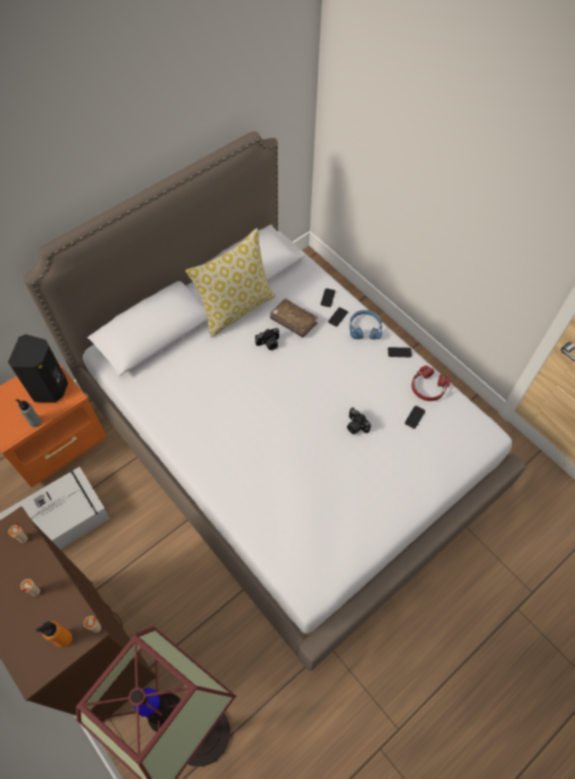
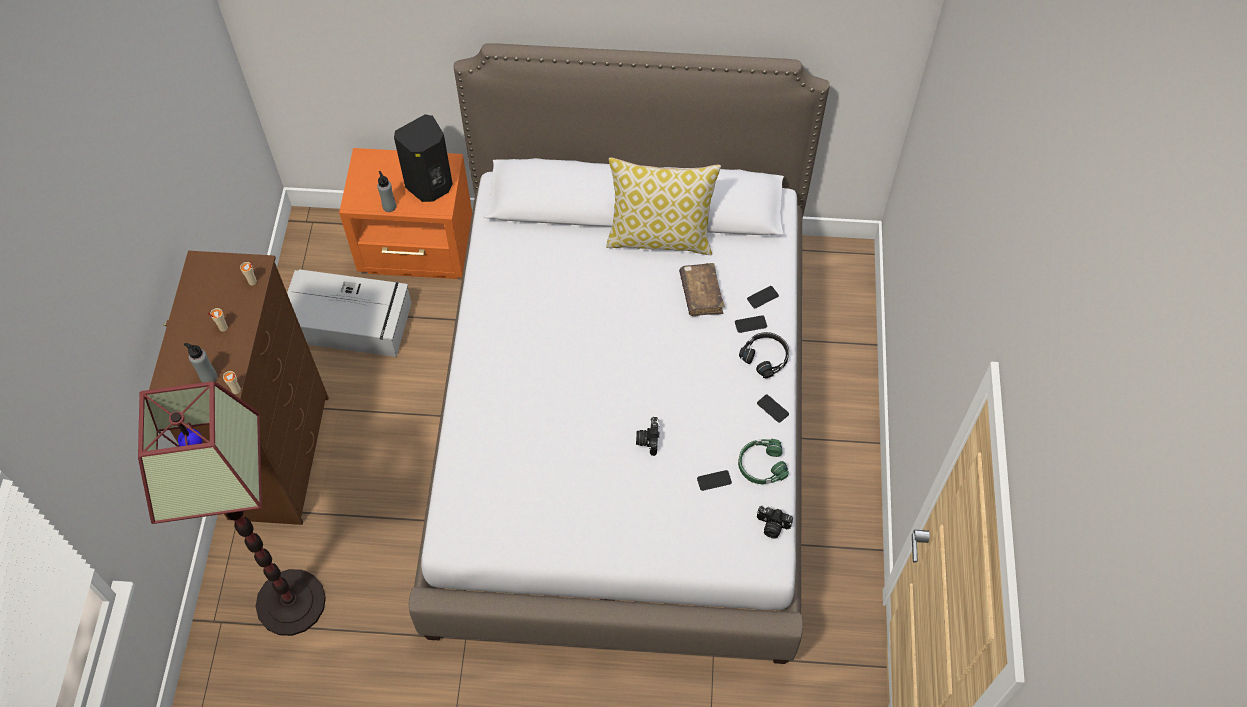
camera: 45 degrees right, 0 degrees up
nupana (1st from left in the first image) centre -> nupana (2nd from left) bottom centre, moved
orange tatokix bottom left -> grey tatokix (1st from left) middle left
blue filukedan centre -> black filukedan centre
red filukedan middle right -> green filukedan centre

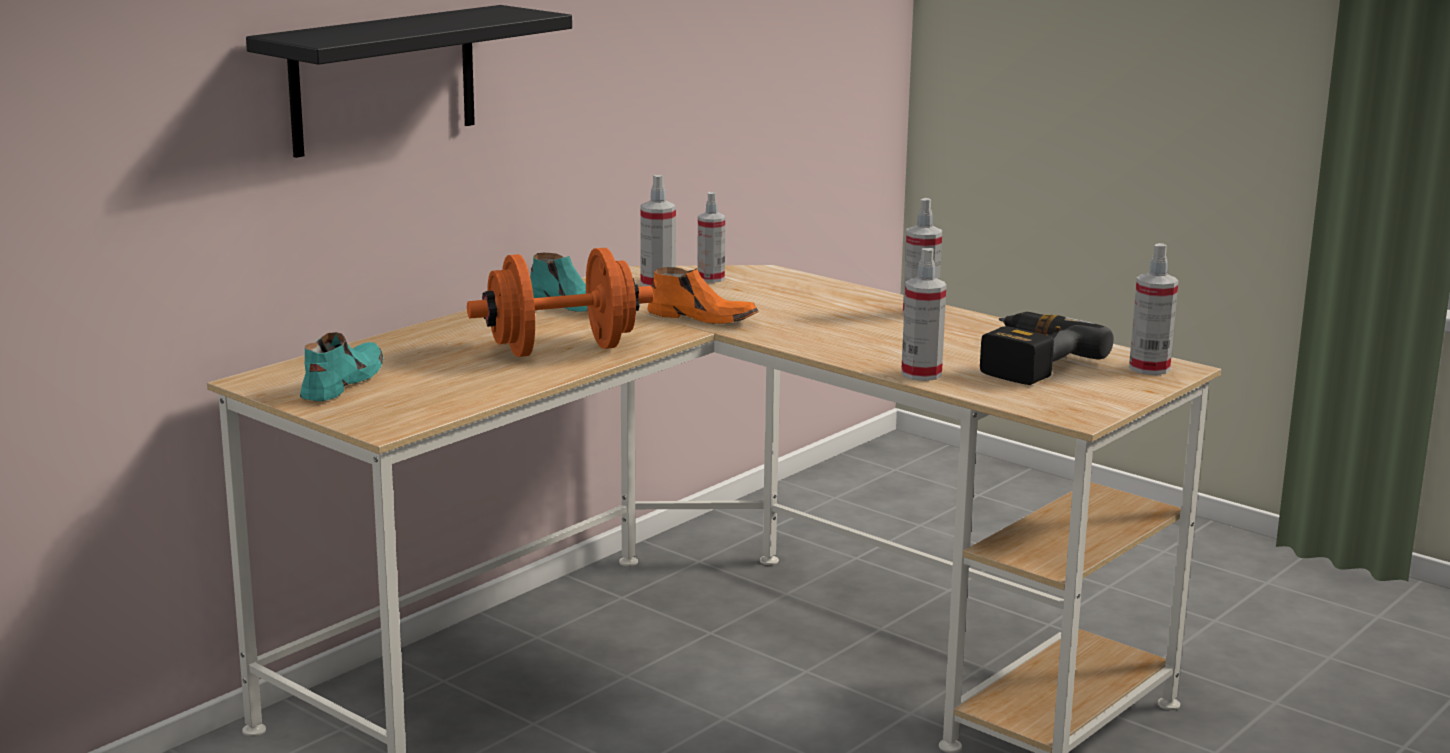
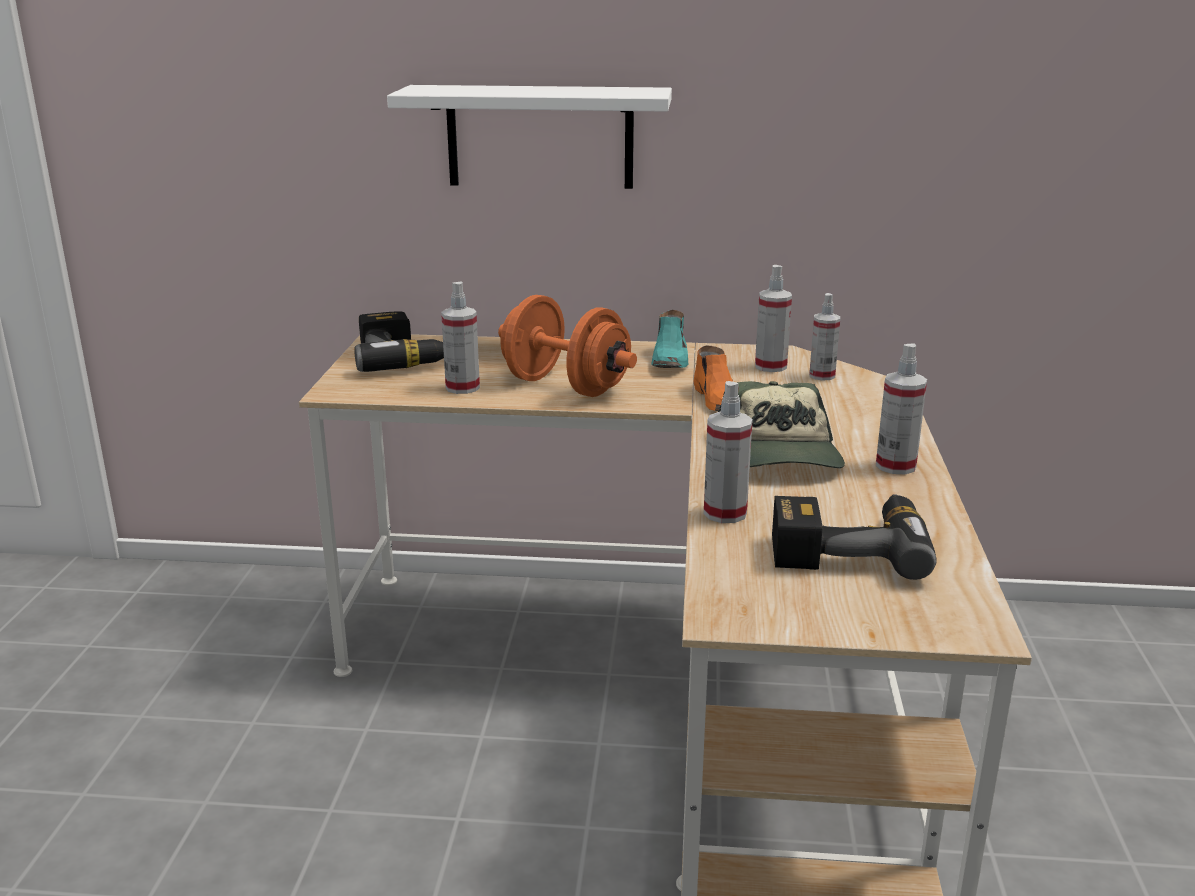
camera: 55 degrees right, 5 degrees up
none -> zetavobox centre
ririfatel (5th from left in the first image) middle right -> ririfatel (1st from left) centre, moved
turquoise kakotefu (1st from left) middle left -> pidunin (1st from left) centre
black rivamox top left -> white rivamox top centre

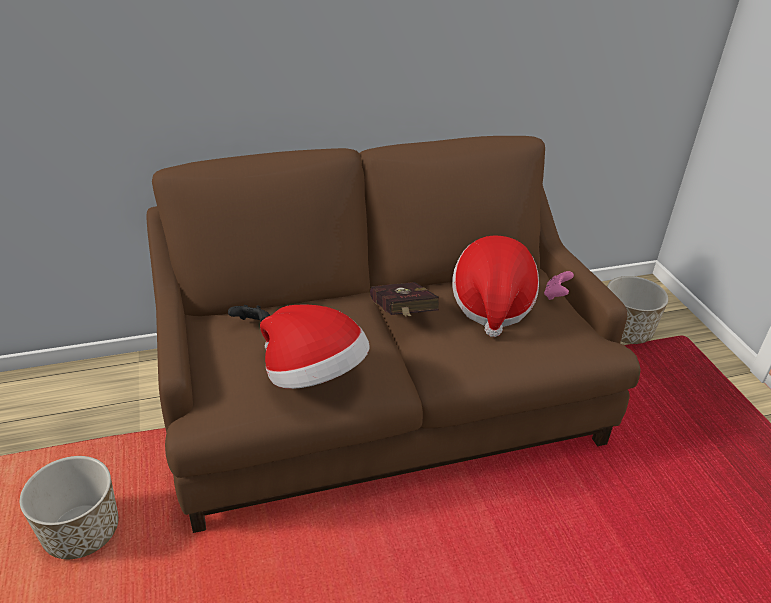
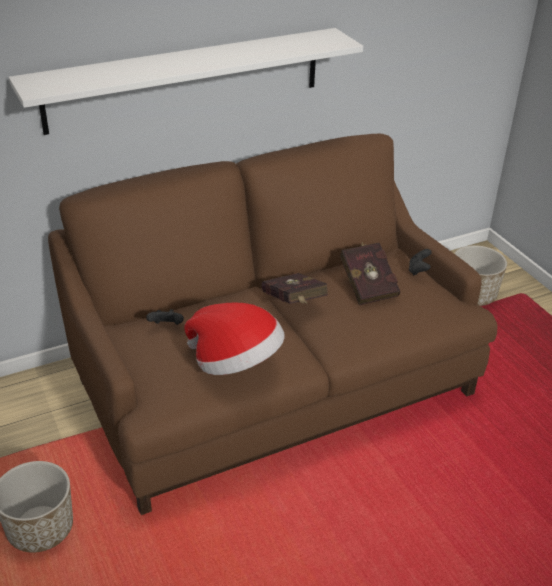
camera: 10 degrees left, 0 degrees up
none -> white rivamox top centre
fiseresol (2nd from left) centre -> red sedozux (2nd from left) middle right
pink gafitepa middle right -> black gafitepa (2nd from left) middle right

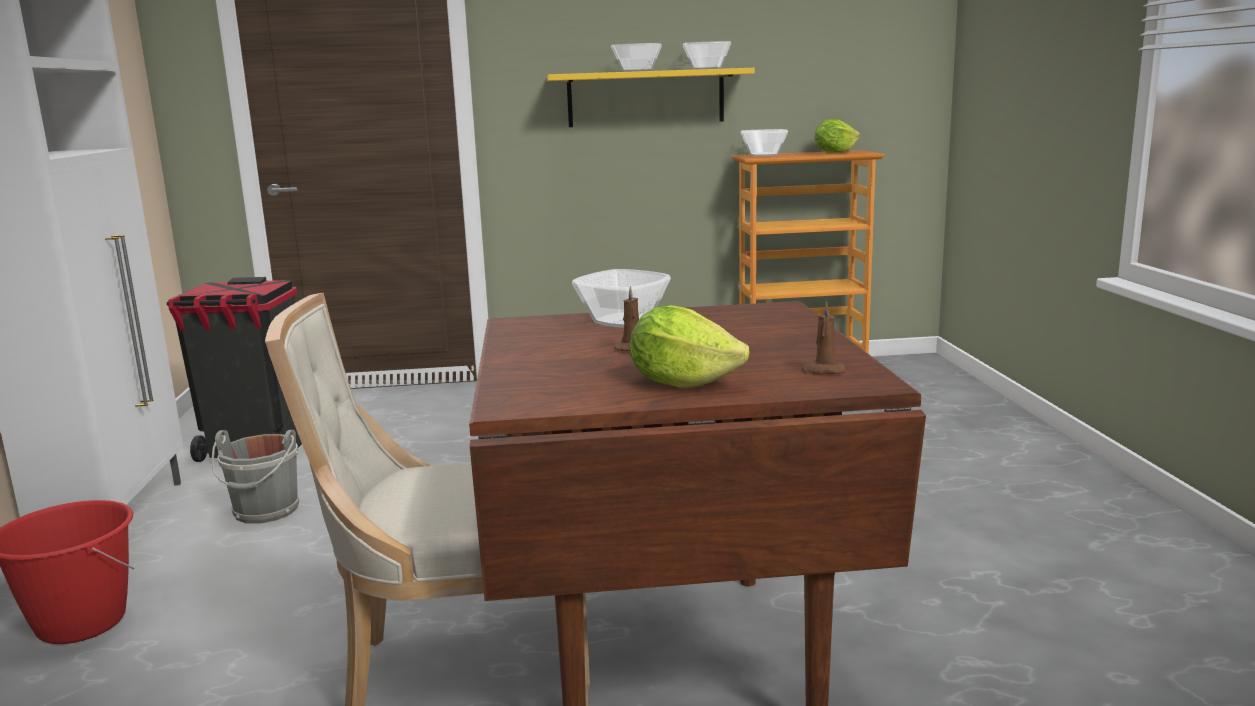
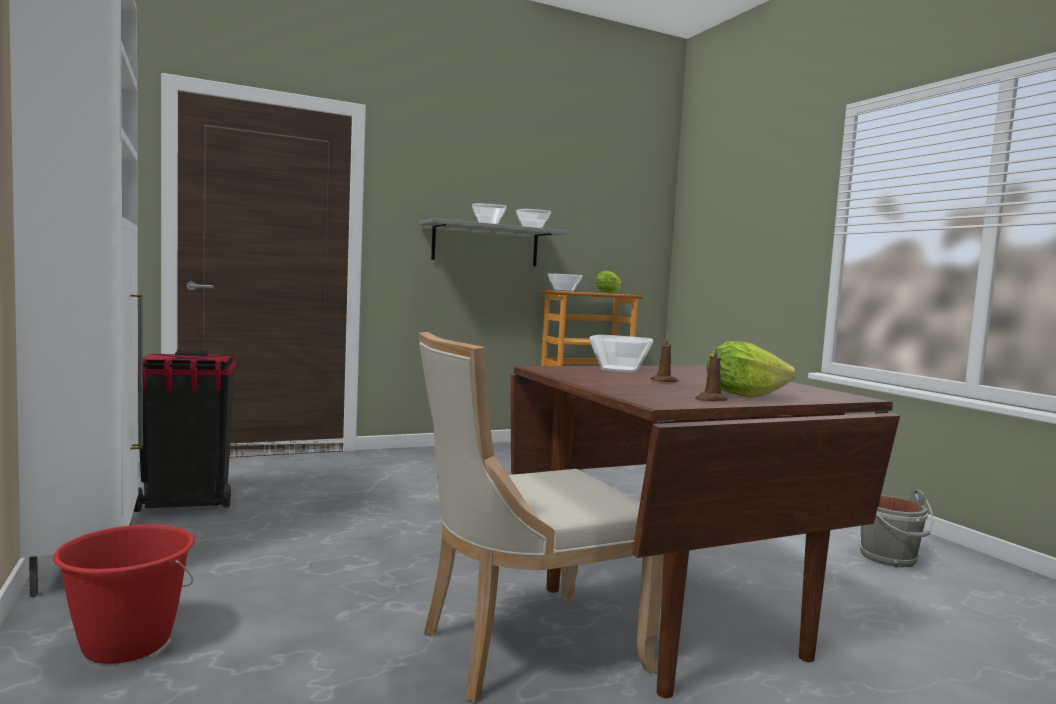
camera: 20 degrees left, 10 degrees down
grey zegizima bottom left -> grey zegizima bottom right, moved
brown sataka (2nd from left) centre -> brown sataka (2nd from left) middle right, moved
yellow rivamox top centre -> grey rivamox centre

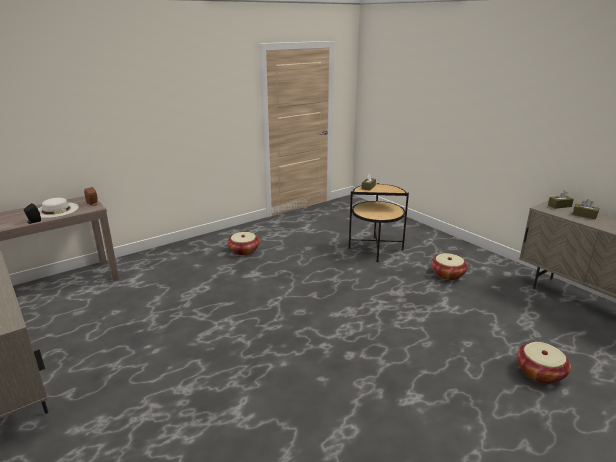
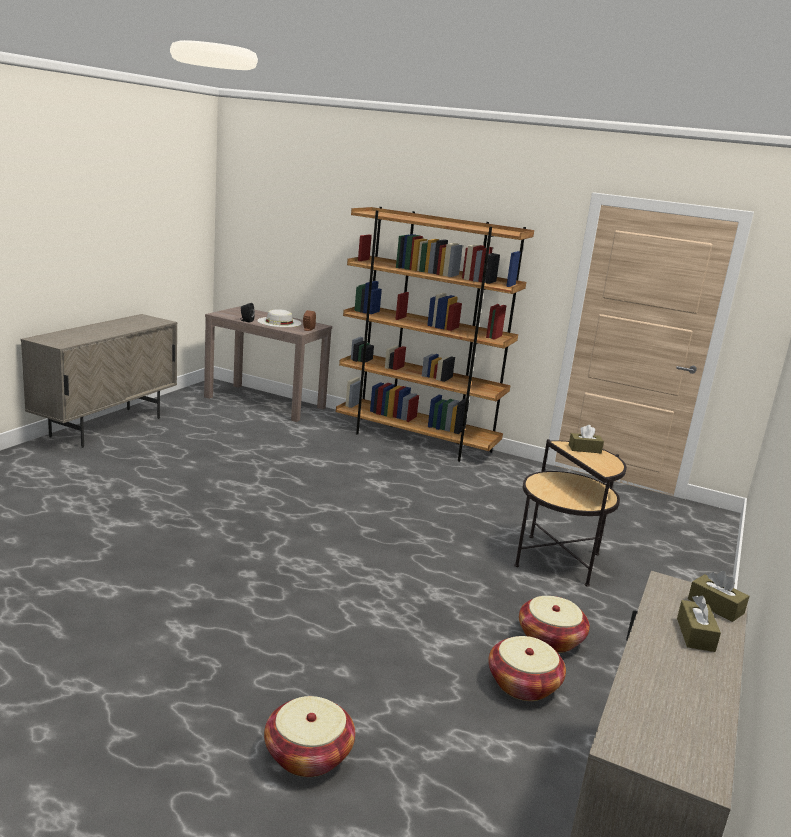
camera: 60 degrees right, 5 degrees down
none -> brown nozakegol centre
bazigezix (1st from left in the first image) centre -> bazigezix (2nd from left) bottom centre, moved

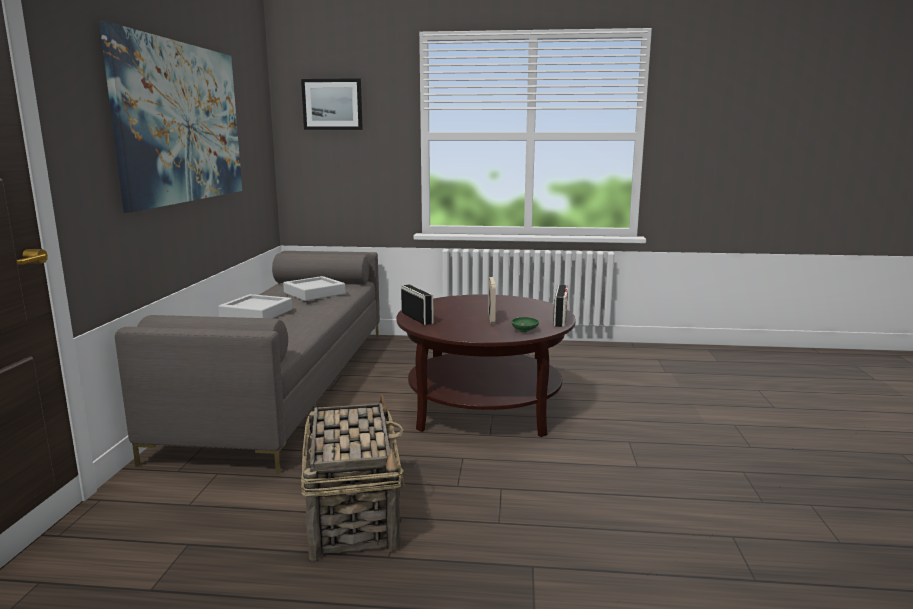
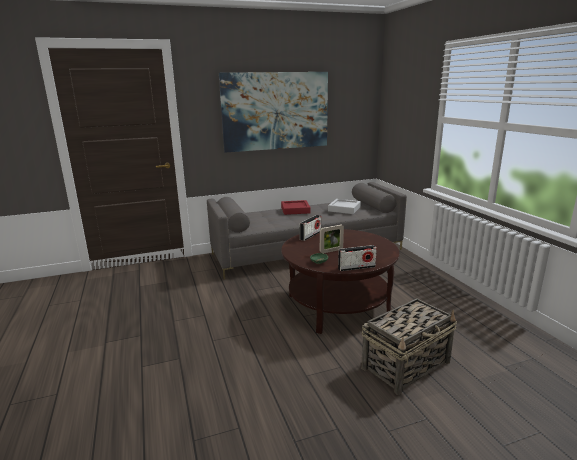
camera: 65 degrees right, 5 degrees up
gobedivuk (2nd from left) top centre -> none
bazigezix bottom centre -> bazigezix bottom right, moved
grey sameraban (1st from left) middle left -> red sameraban centre

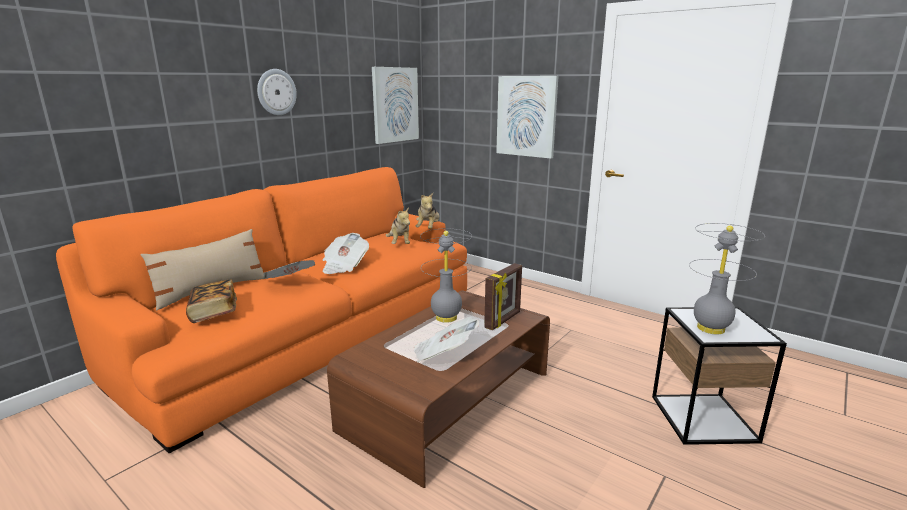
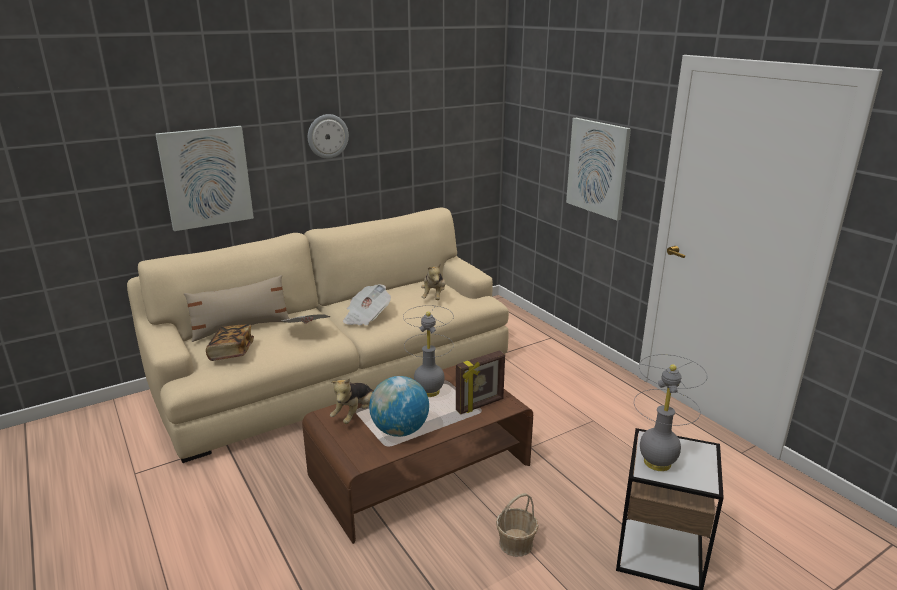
camera: 20 degrees right, 5 degrees up
none -> bazigezix bottom centre
gobedivuk (1st from left) top centre -> gobedivuk (1st from left) top left, moved
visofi (2nd from left in the first image) centre -> visofi (1st from left) bottom centre, moved
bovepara (3rd from left) centre -> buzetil bottom centre
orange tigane middle left -> beige tigane centre

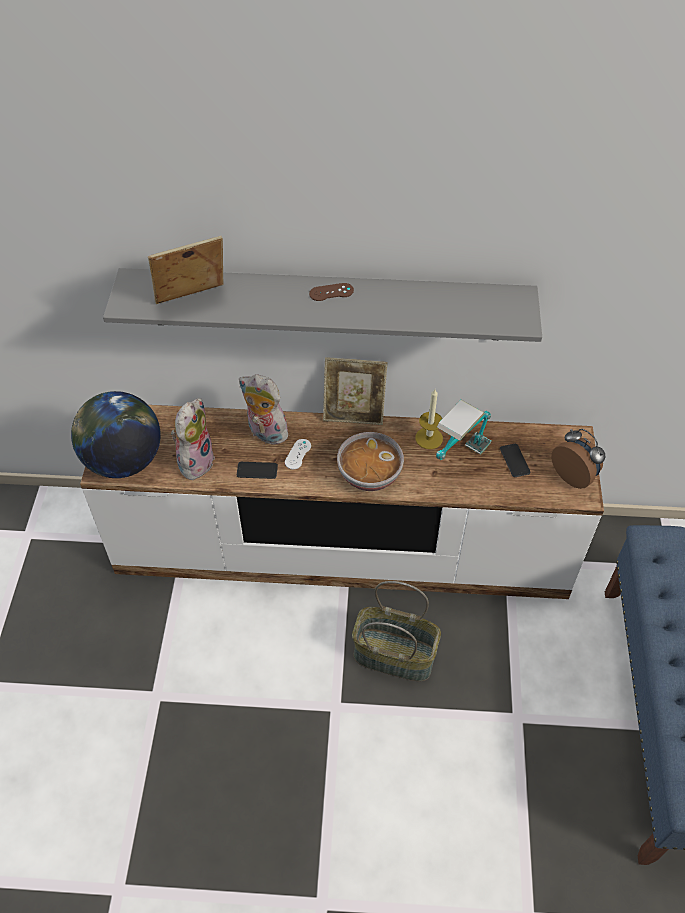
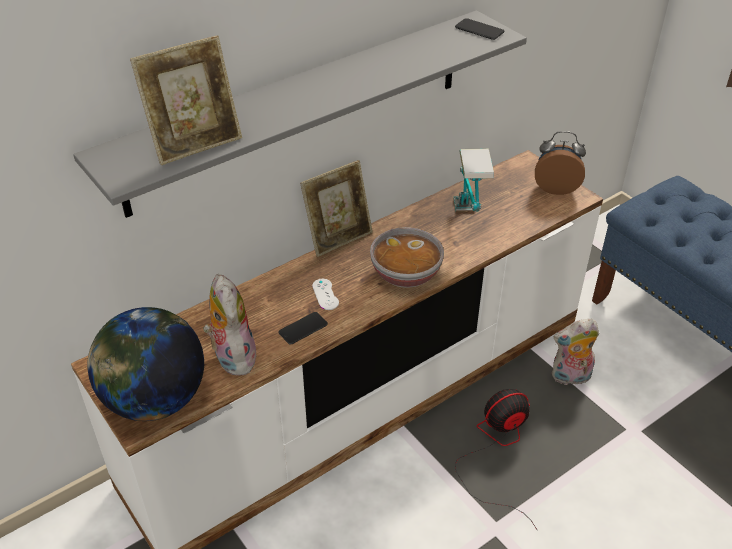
camera: 40 degrees left, 10 degrees down
brown gafitepa top centre -> none
sataka centre -> none
visofi (2nd from left) centre -> visofi (2nd from left) middle right, moved
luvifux (2nd from left) middle right -> luvifux (2nd from left) top centre, moved
bazigezix bottom centre -> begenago bottom right
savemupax (1st from left) top left, 150 degrees counterclockwise

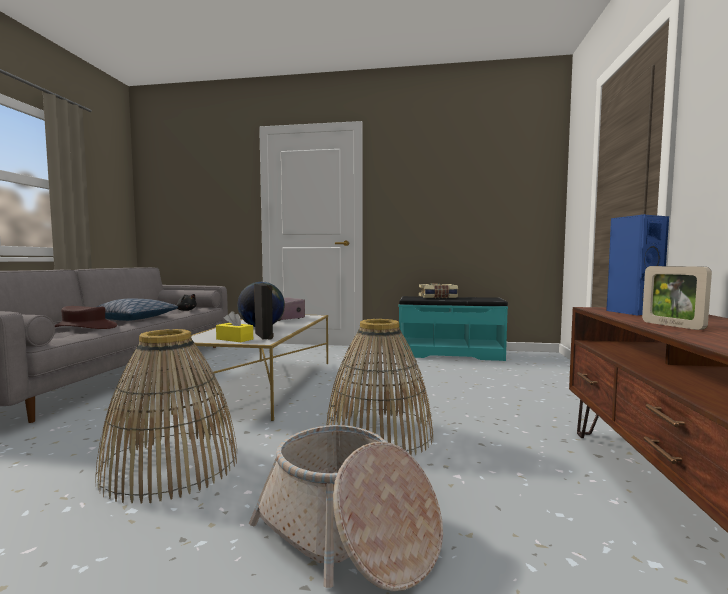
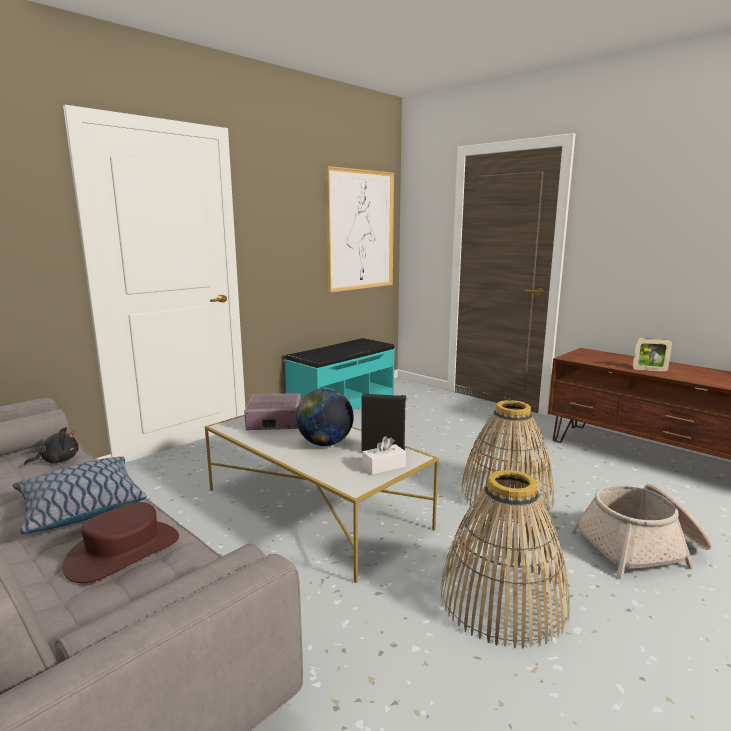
camera: 55 degrees left, 10 degrees up
sedozux centre -> none
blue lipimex middle right -> none
none -> gobedivuk top centre
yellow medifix middle left -> white medifix centre

